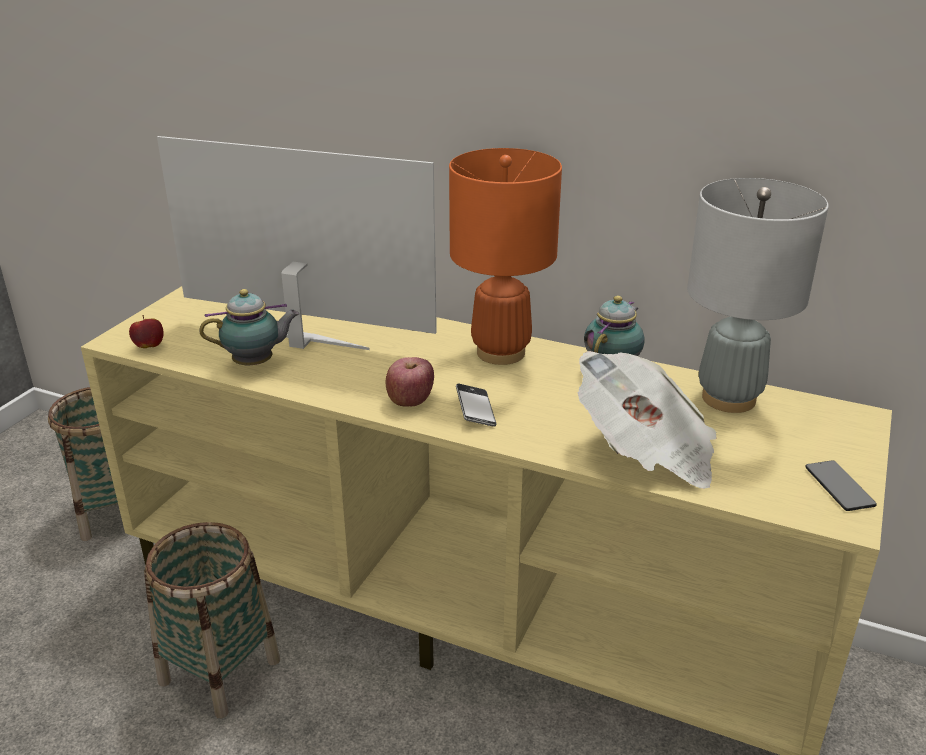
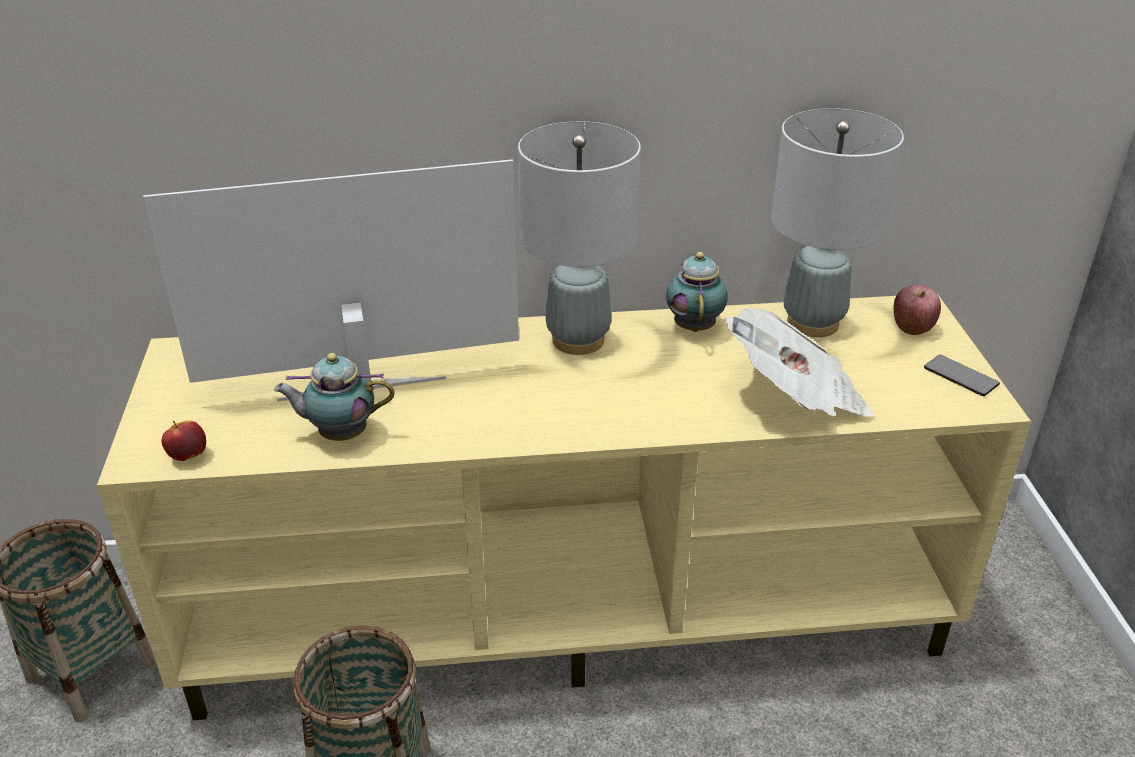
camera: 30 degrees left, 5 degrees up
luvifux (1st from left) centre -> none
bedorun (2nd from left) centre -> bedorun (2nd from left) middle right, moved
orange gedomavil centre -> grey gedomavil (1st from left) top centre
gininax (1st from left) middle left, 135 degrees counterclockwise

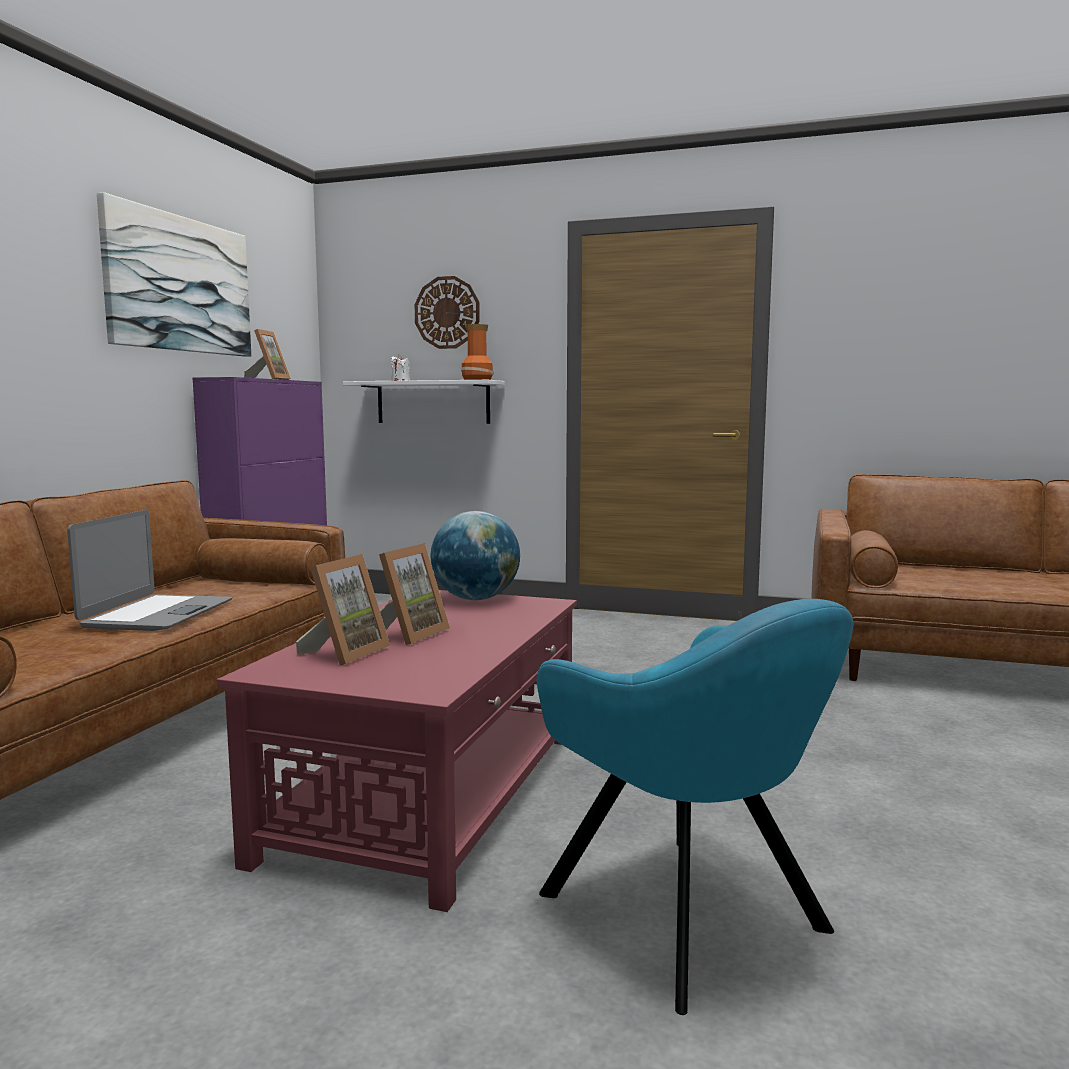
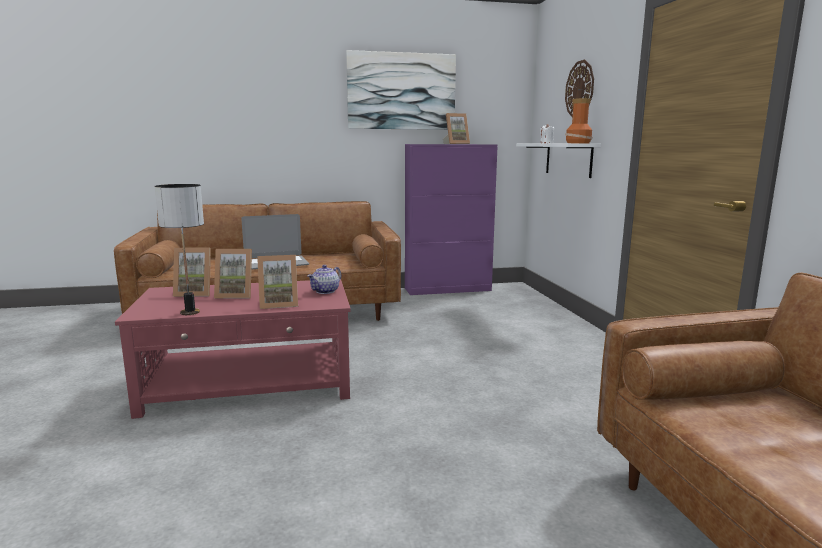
camera: 60 degrees right, 5 degrees up
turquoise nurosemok bottom centre -> none
none -> gedomavil middle left
none -> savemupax (3rd from left) centre
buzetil centre -> gininax centre

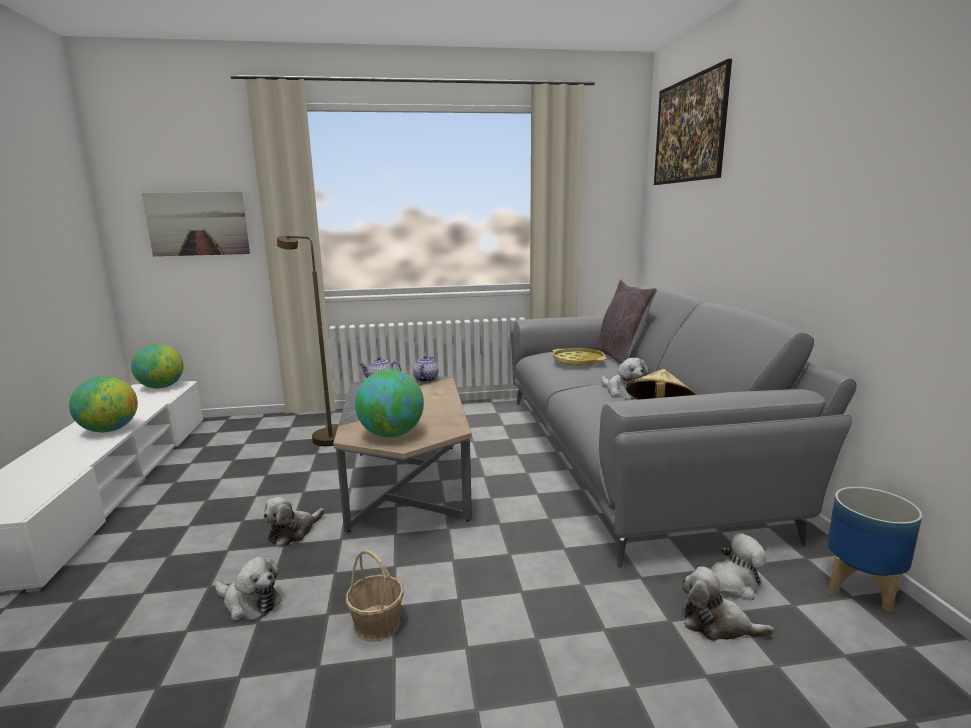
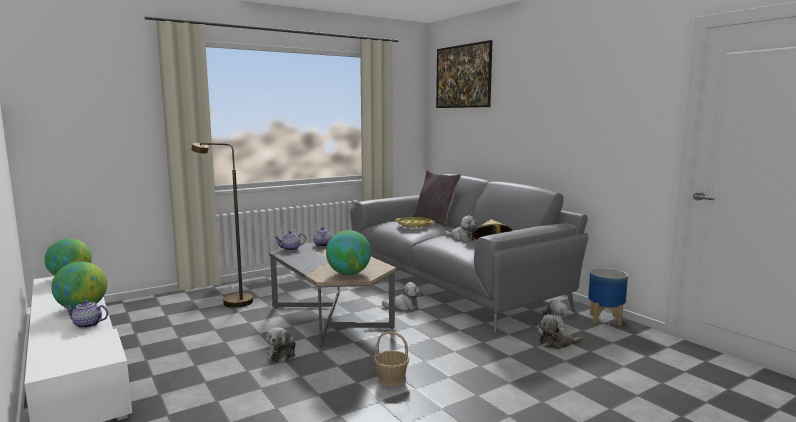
camera: 25 degrees left, 5 degrees down
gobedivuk (1st from left) top left -> none
none -> gininax (1st from left) bottom left
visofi (1st from left in the first image) bottom left -> visofi (2nd from left) bottom centre, moved

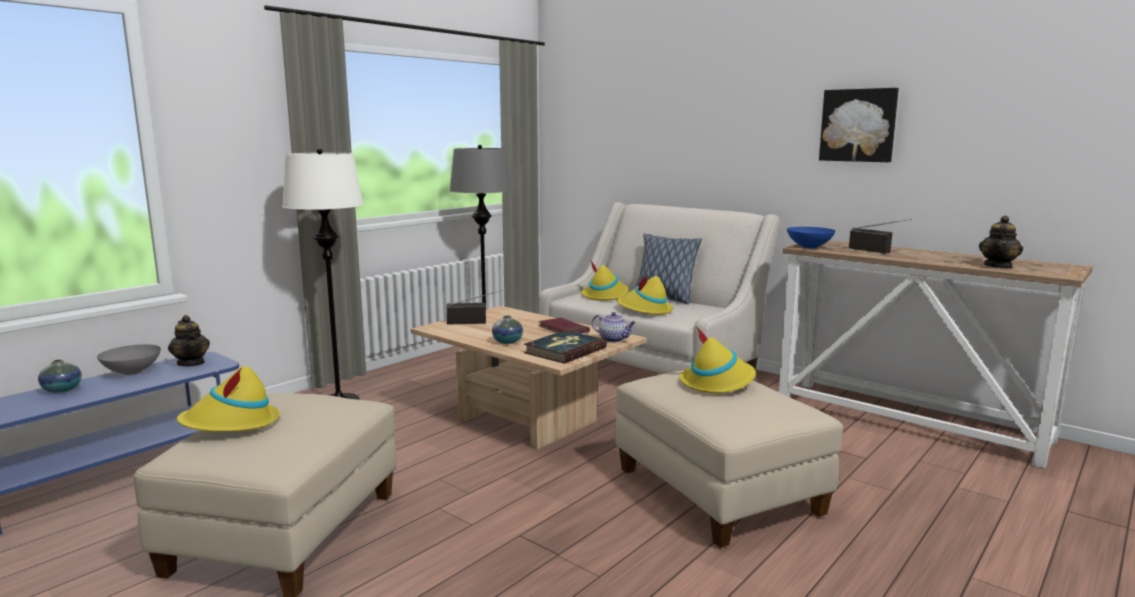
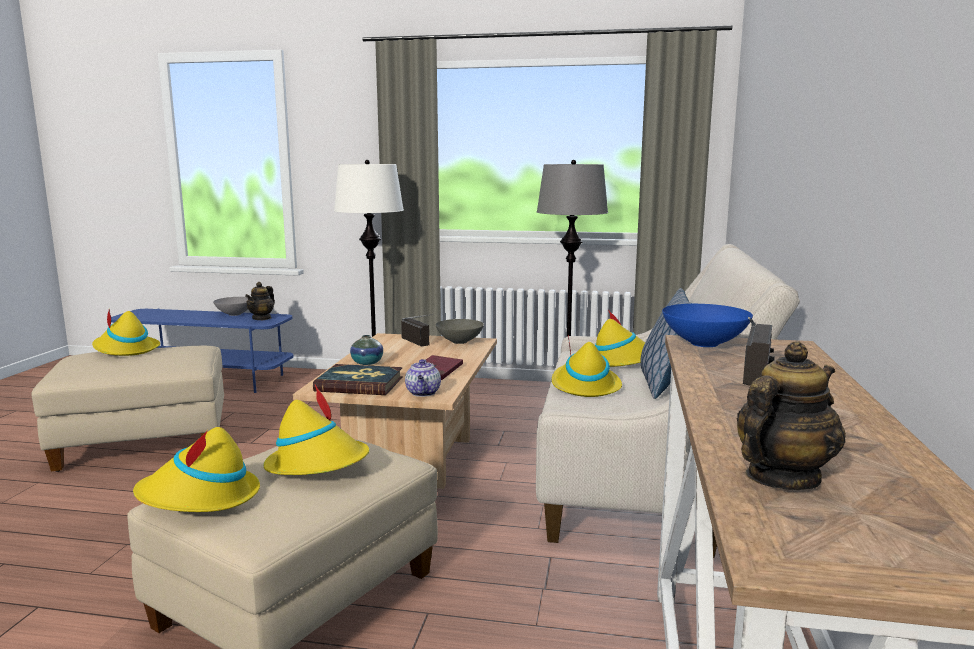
camera: 60 degrees right, 0 degrees up
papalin (1st from left) middle left -> none
gobedivuk top right -> none
none -> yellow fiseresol (2nd from left) bottom left
none -> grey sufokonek (2nd from left) centre
gininax (3rd from left) middle right, 135 degrees clockwise

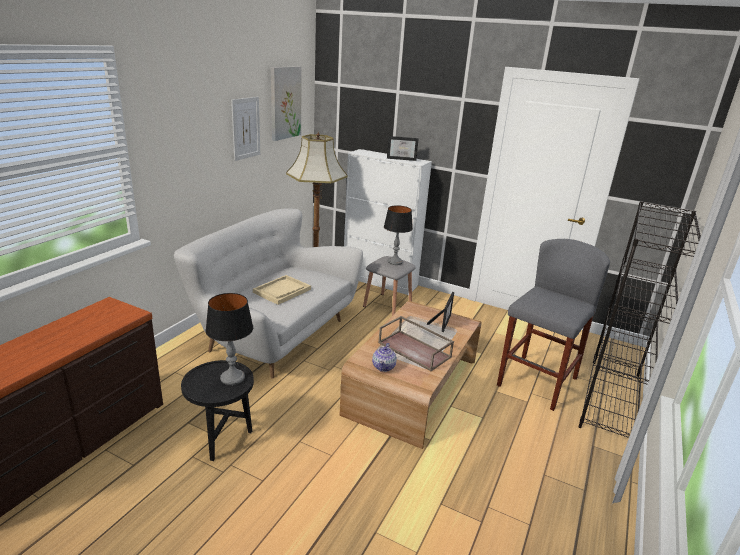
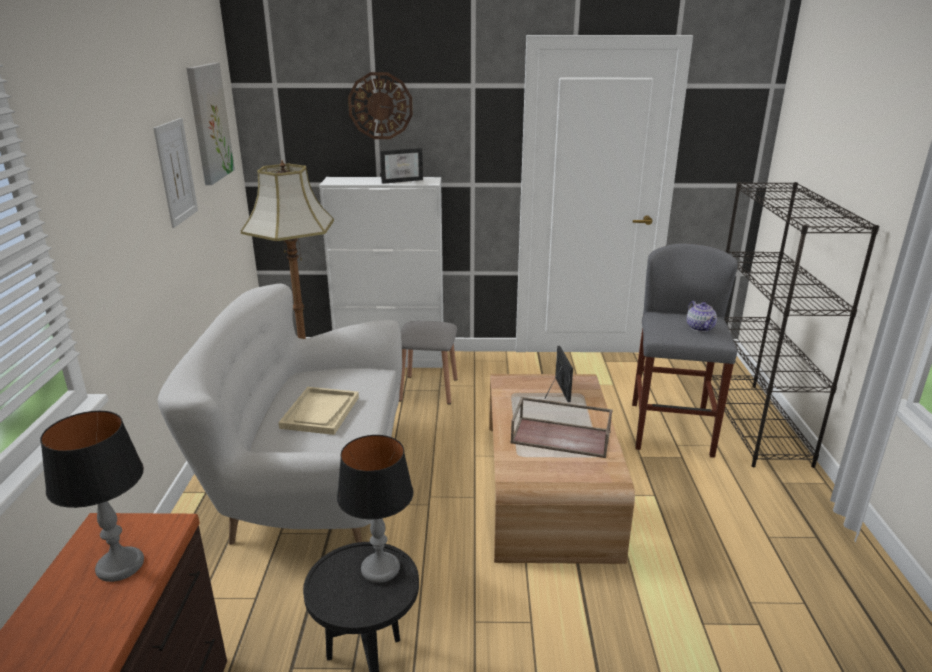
camera: 25 degrees left, 0 degrees up
none -> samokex top centre
gininax centre -> gininax middle right, moved
gedomavil (2nd from left in the first image) centre -> gedomavil (1st from left) bottom left, moved

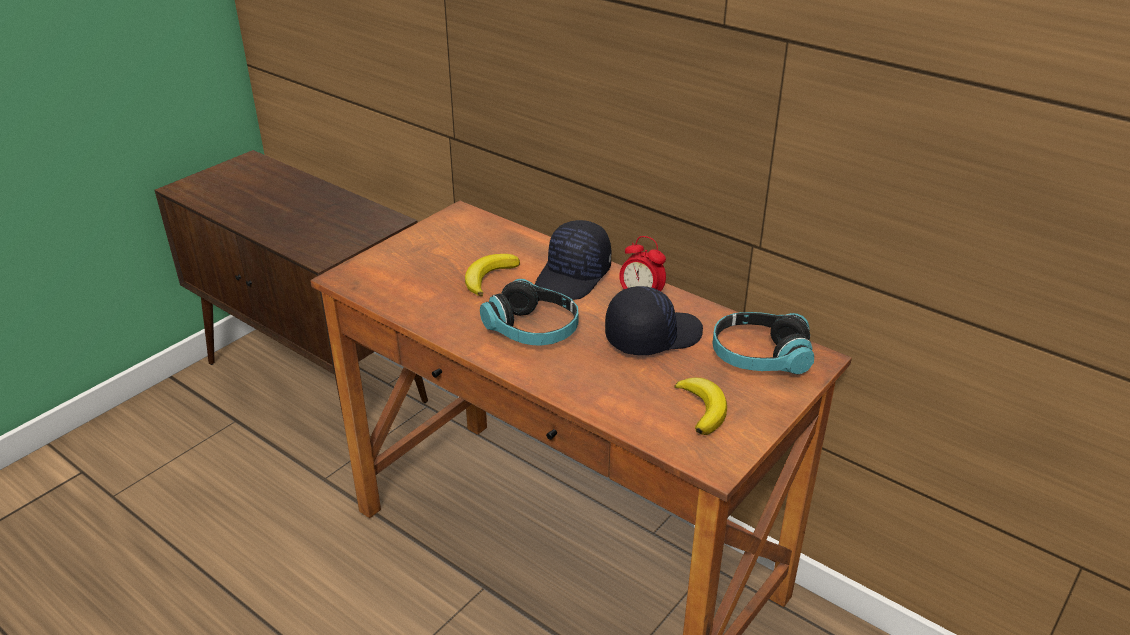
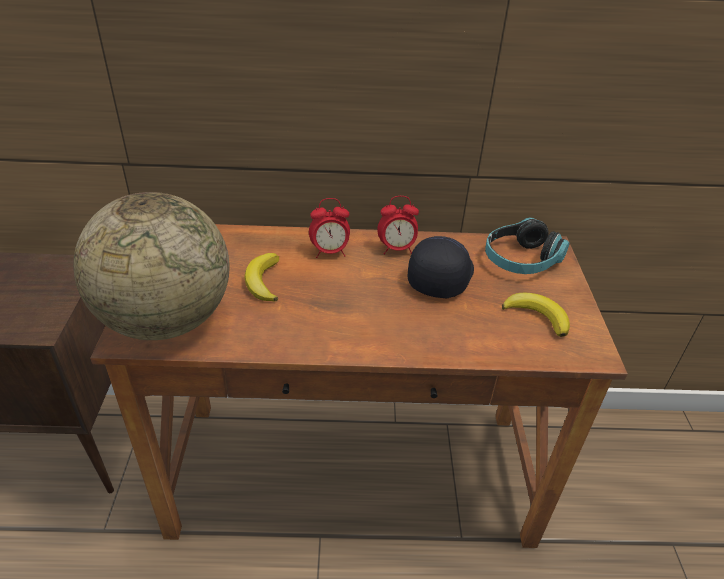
camera: 40 degrees left, 5 degrees up
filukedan (1st from left) centre -> none
none -> buzetil middle left
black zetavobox (1st from left) centre -> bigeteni (1st from left) centre

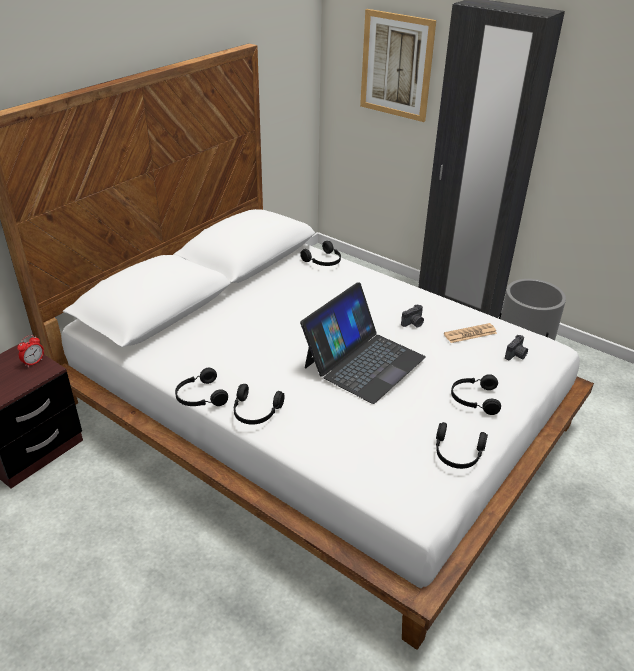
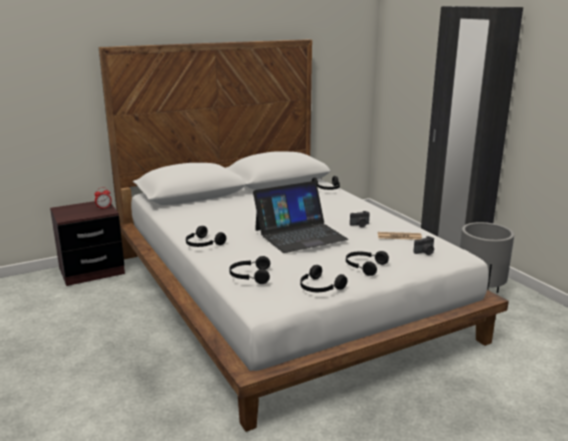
camera: 25 degrees right, 15 degrees down
gobedivuk top centre -> none
black filukedan (1st from left in the first image) middle left -> black filukedan (2nd from left) centre, moved

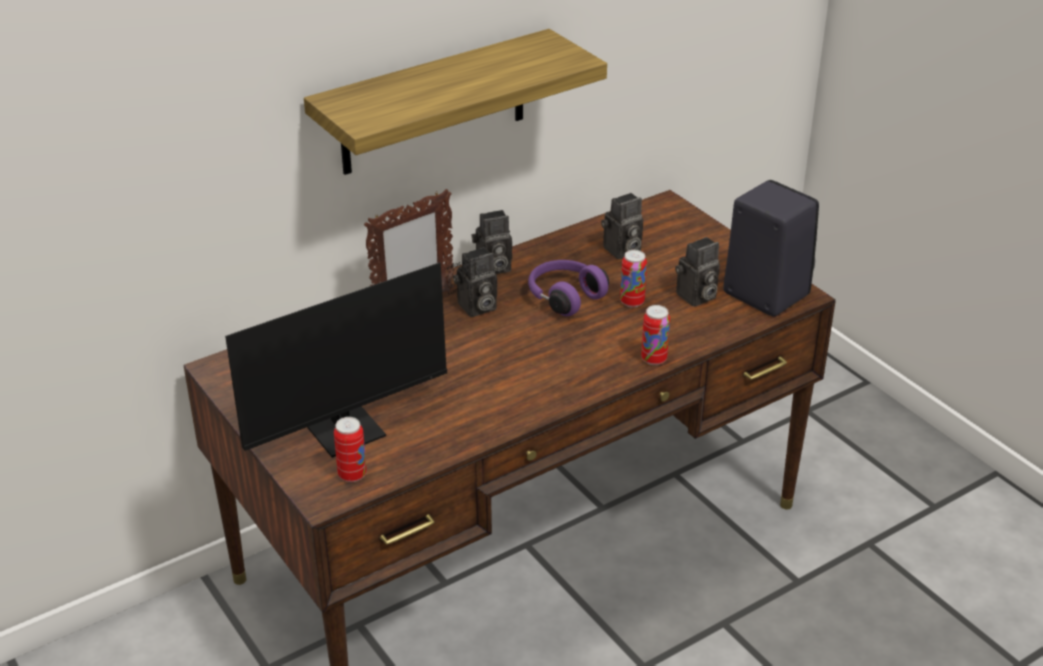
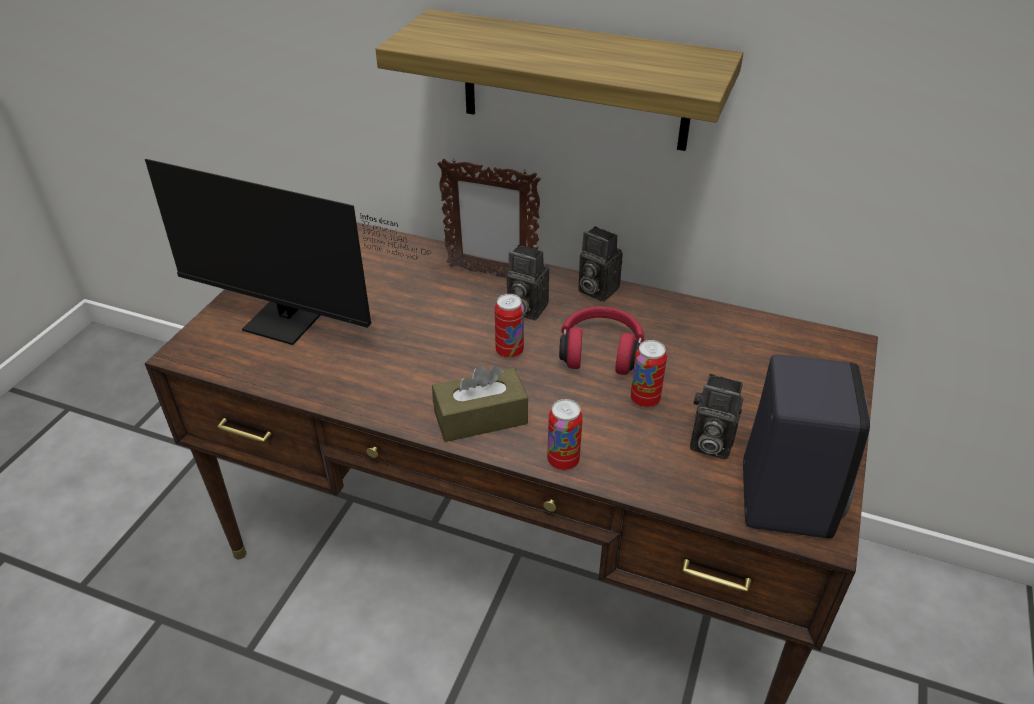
camera: 55 degrees right, 5 degrees up
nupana (3rd from left) centre -> none
none -> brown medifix centre
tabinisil (1st from left) bottom centre -> tabinisil (1st from left) centre, moved
purple filukedan centre -> red filukedan centre

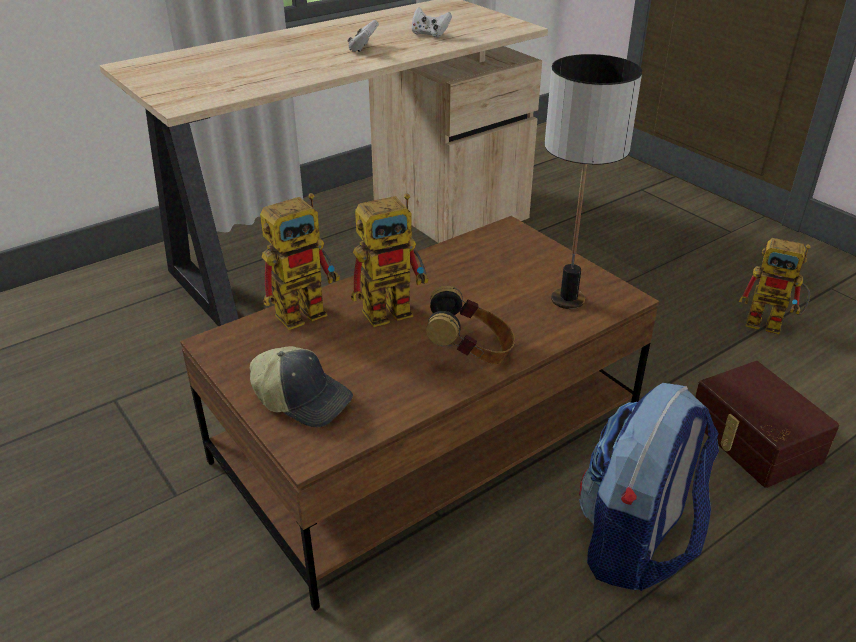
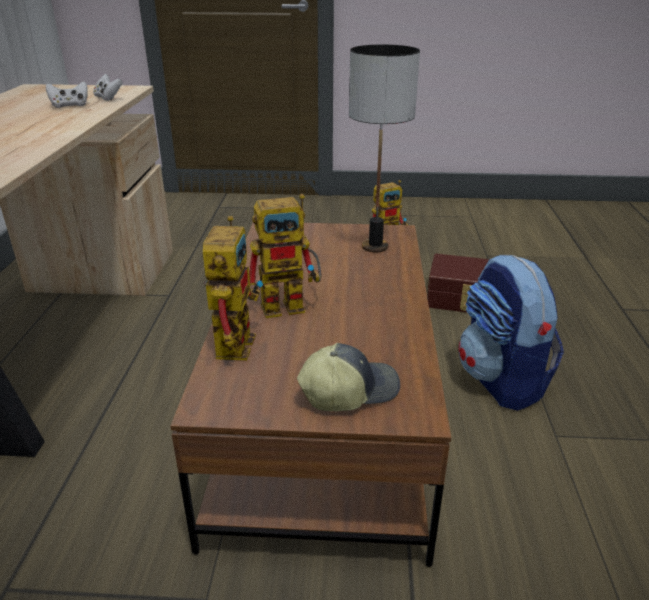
camera: 50 degrees left, 5 degrees down
filukedan centre -> none
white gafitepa (1st from left in the first image) top centre -> white gafitepa (2nd from left) top left, moved
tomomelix (2nd from left) centre, 60 degrees clockwise

